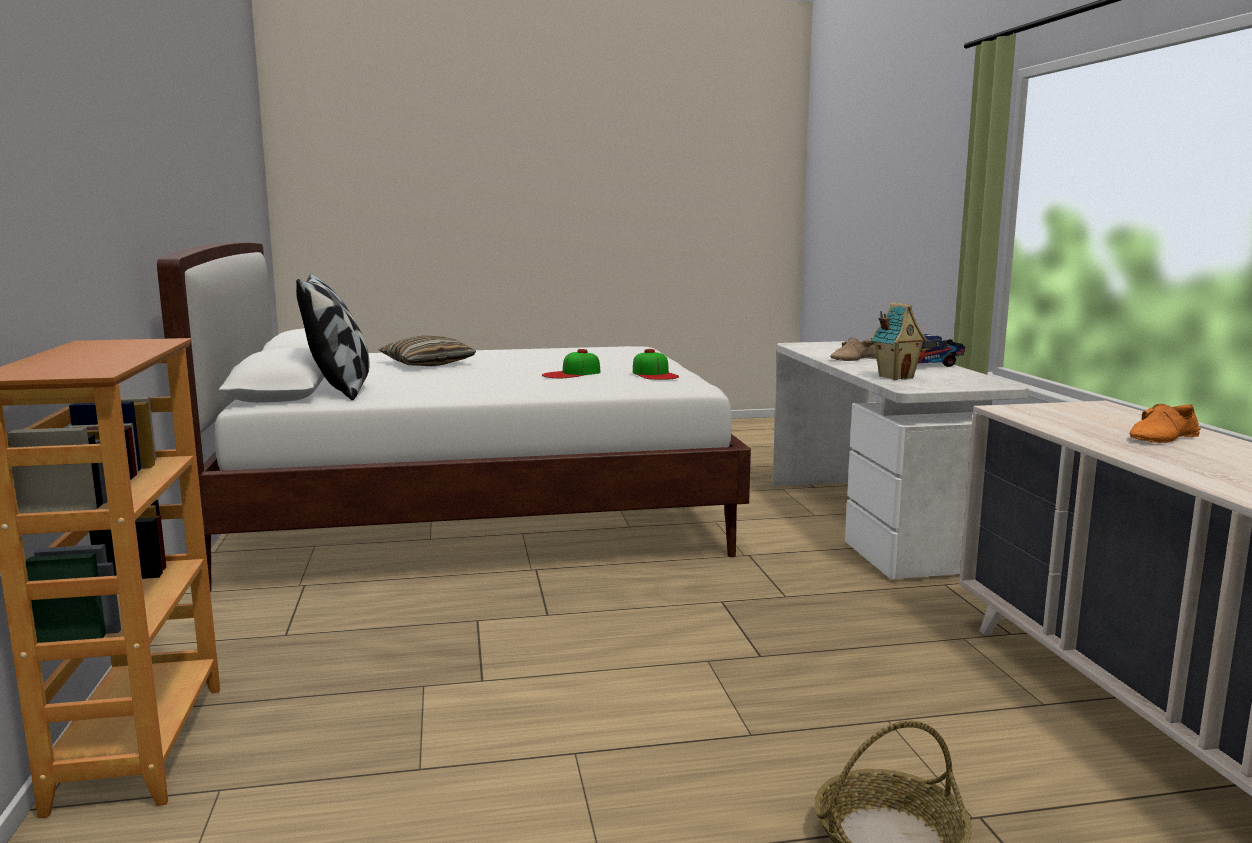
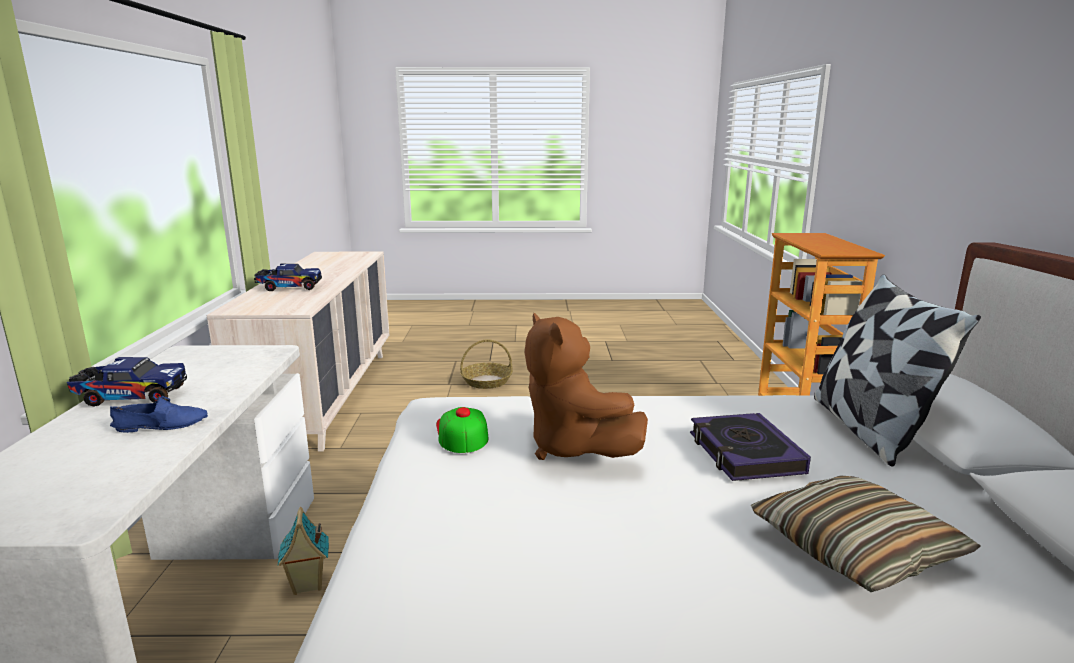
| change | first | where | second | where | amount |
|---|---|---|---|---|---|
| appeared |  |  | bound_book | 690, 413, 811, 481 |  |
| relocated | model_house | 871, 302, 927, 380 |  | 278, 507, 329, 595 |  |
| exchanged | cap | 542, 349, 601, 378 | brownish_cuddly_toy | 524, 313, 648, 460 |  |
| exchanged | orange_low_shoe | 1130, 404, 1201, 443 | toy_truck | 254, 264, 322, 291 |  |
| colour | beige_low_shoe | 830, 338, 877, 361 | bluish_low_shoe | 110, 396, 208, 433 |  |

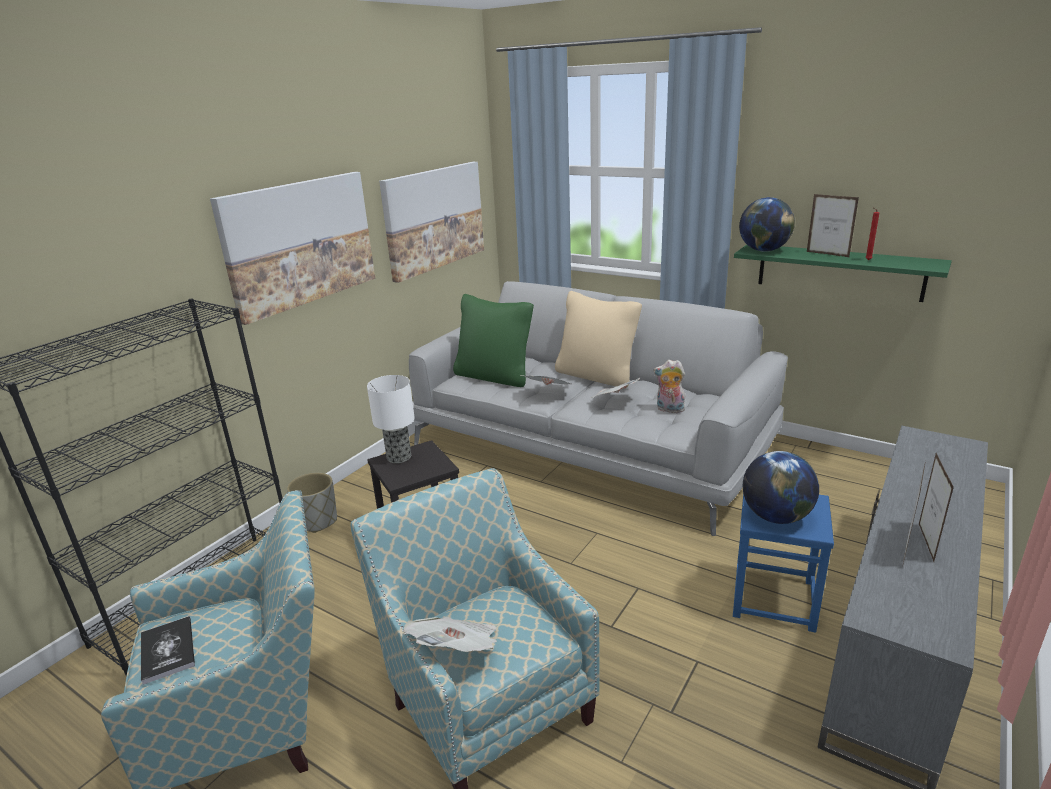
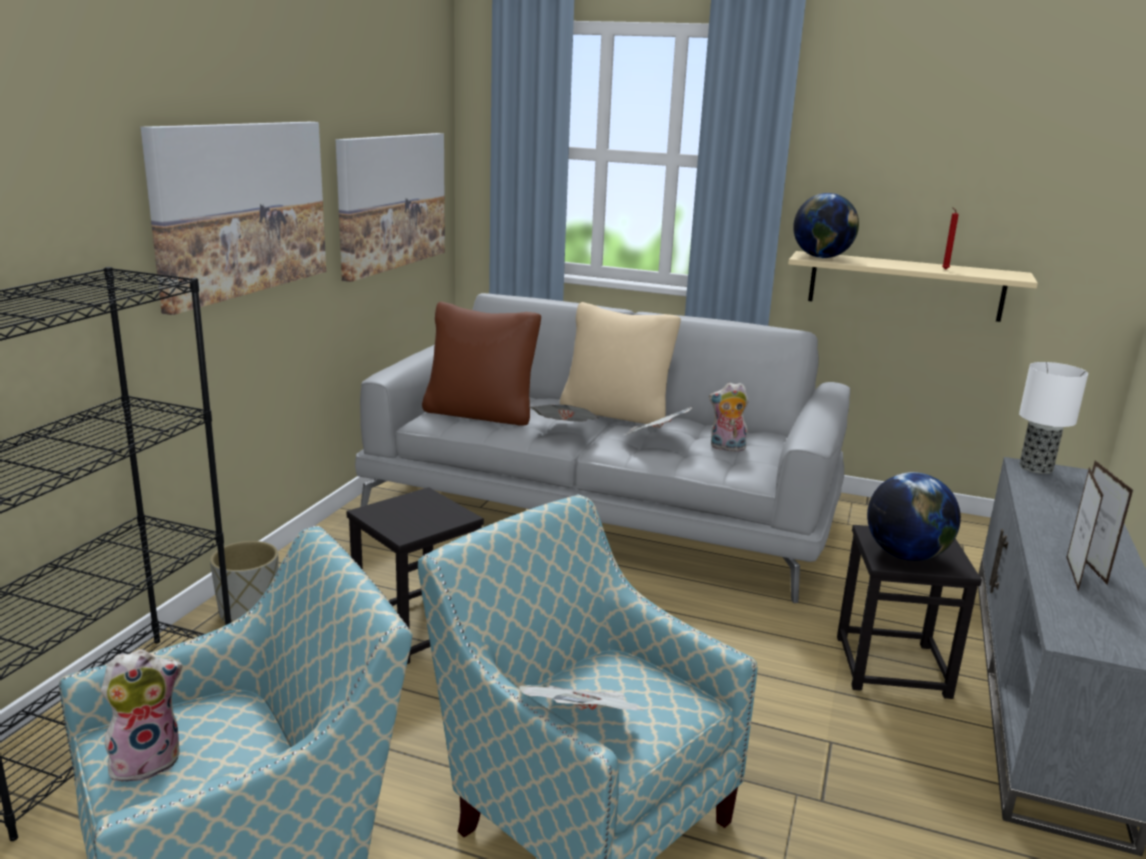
| change | first | where | second | where | amount |
|---|---|---|---|---|---|
| missing | picture_frame | 807, 194, 859, 258 |  |  |  |
| relocated | tabletop_lamp | 367, 375, 415, 463 |  | 1019, 362, 1088, 474 |  |
| exchanged | bound_book | 141, 616, 195, 685 | cuddly_toy | 100, 649, 183, 782 |  |
| colour | greenish_pillow | 453, 294, 534, 387 | brownish_pillow | 422, 302, 541, 426 |  |
| colour | bluish_sitting_stool | 733, 494, 834, 633 | black_sitting_stool | 837, 525, 982, 699 |  |
| colour | greenish_shelf | 734, 245, 952, 302 | beige_shelf | 788, 251, 1038, 322 |  |

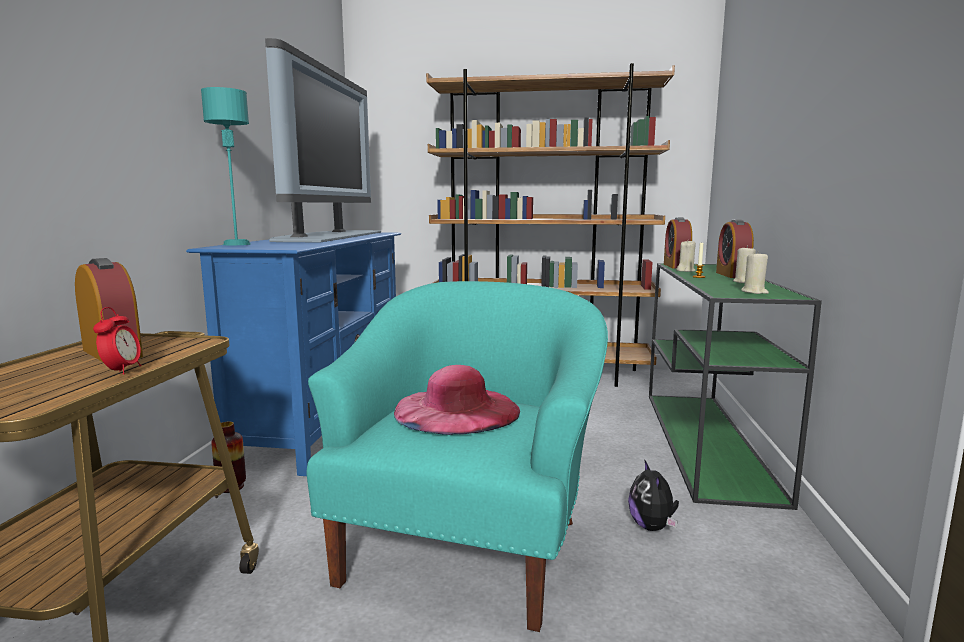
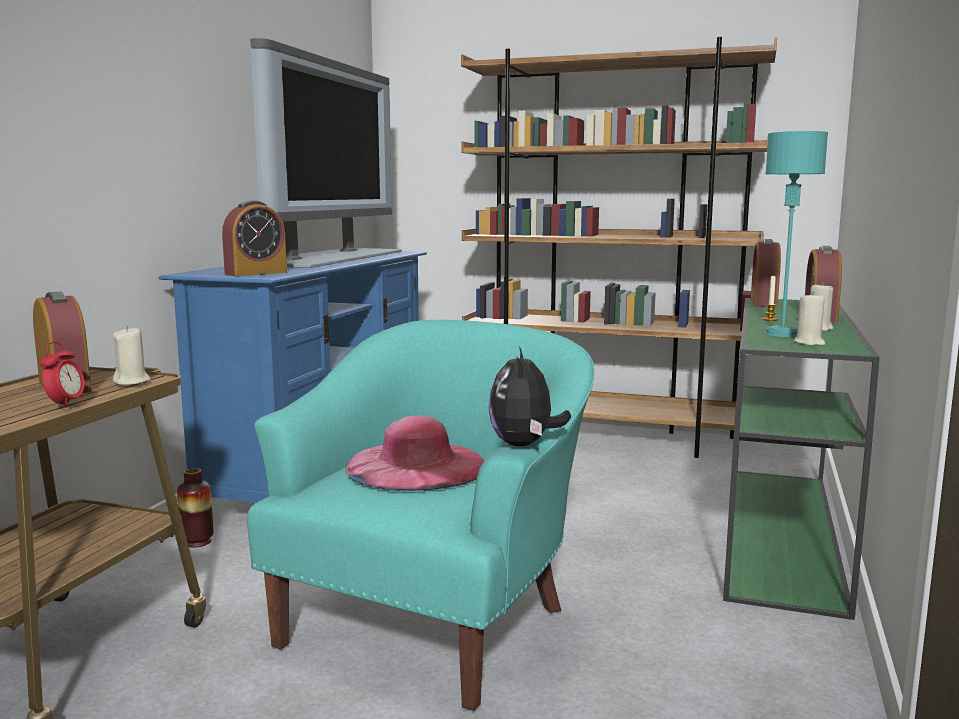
| change | first | where | second | where | amount |
|---|---|---|---|---|---|
| appeared |  |  | bedside_clock | 222, 201, 287, 276 |  |
| relocated | turquoise-coloured_tabletop_lamp | 201, 87, 251, 245 |  | 764, 131, 828, 337 |  |
| relocated | cuddly_toy | 628, 459, 679, 531 |  | 489, 346, 571, 446 |  |
| relocated | beige_wax_light | 676, 240, 696, 272 |  | 113, 326, 151, 385 |  |

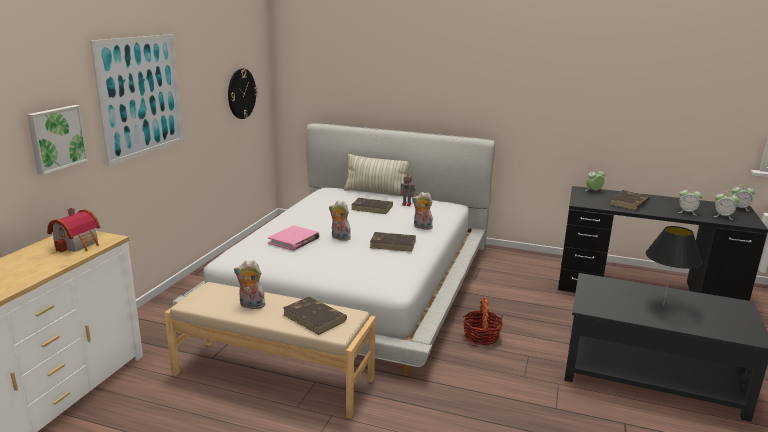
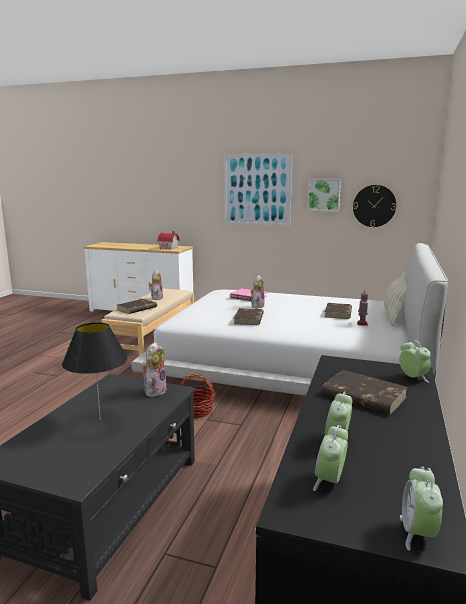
| change | first | where | second | where | amount |
|---|---|---|---|---|---|
| relocated | wall_picture | 27, 105, 88, 175 |  | 307, 179, 341, 211 |  |
| relocated | cuddly_toy | 412, 192, 433, 230 |  | 143, 342, 167, 397 |  |

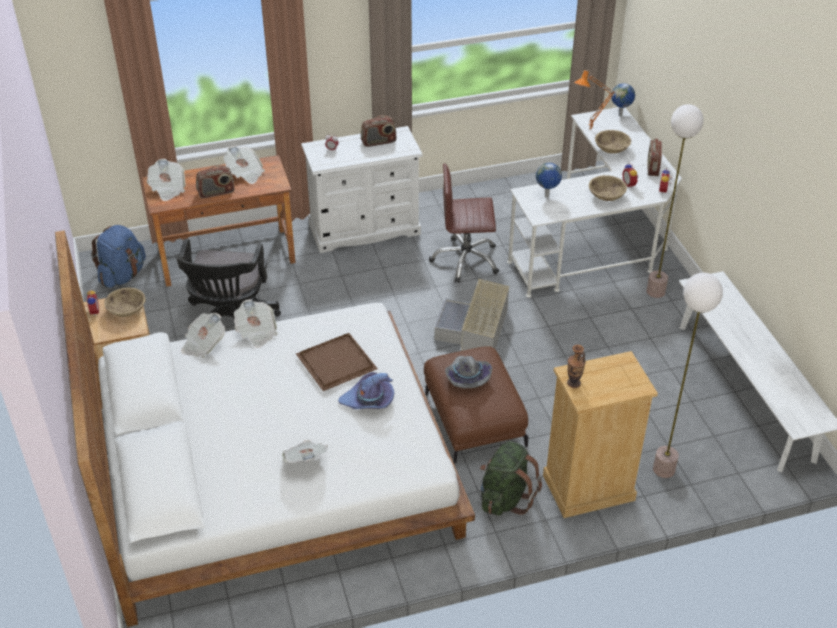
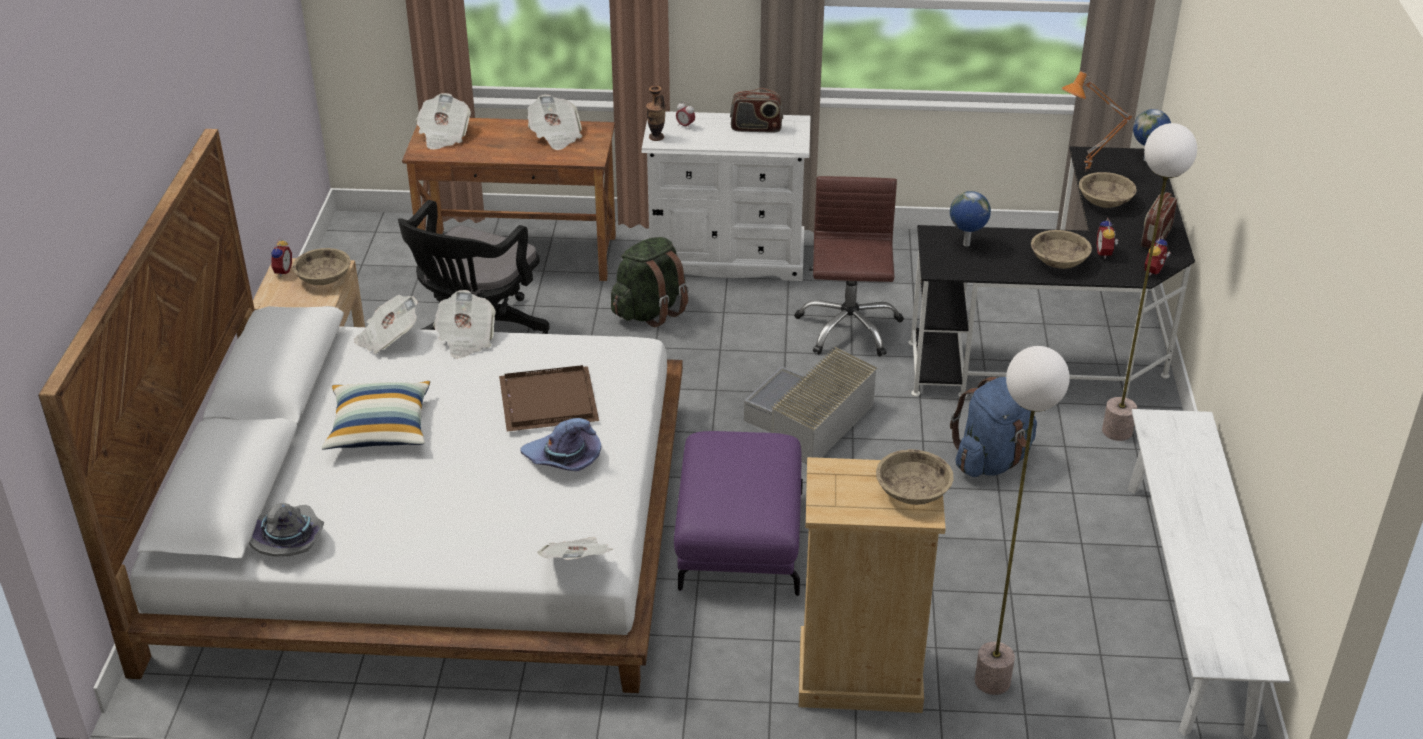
| change | first | where | second | where | amount |
|---|---|---|---|---|---|
| missing | radio_receiver | 196, 165, 234, 198 |  |  |  |
| appeared |  |  | pillow | 322, 381, 430, 450 |  |
| appeared |  |  | beige_serving_bowl | 876, 449, 954, 505 |  |
| relocated | bluish_knapsack | 91, 225, 146, 288 |  | 950, 377, 1037, 477 |  |
| relocated | daily_paper | 282, 440, 328, 463 |  | 537, 537, 613, 560 |  |
| relocated | gray_hat | 445, 356, 493, 388 |  | 249, 503, 324, 556 |  |
| relocated | greenish_knapsack | 480, 441, 542, 516 |  | 611, 237, 689, 327 |  |
| relocated | decorative_vase | 567, 345, 586, 388 |  | 646, 86, 666, 141 |  |
| colour | brownish_pouffe | 424, 346, 528, 464 | purplish_pouffe | 674, 431, 803, 596 |  |
| colour | whitish_desk_unit | 507, 107, 682, 298 | black_desk_unit | 908, 146, 1195, 398 |  |
| spun | brownish_office_chair | 429, 163, 499, 283 |  | 794, 176, 904, 357 | 75 degrees clockwise |

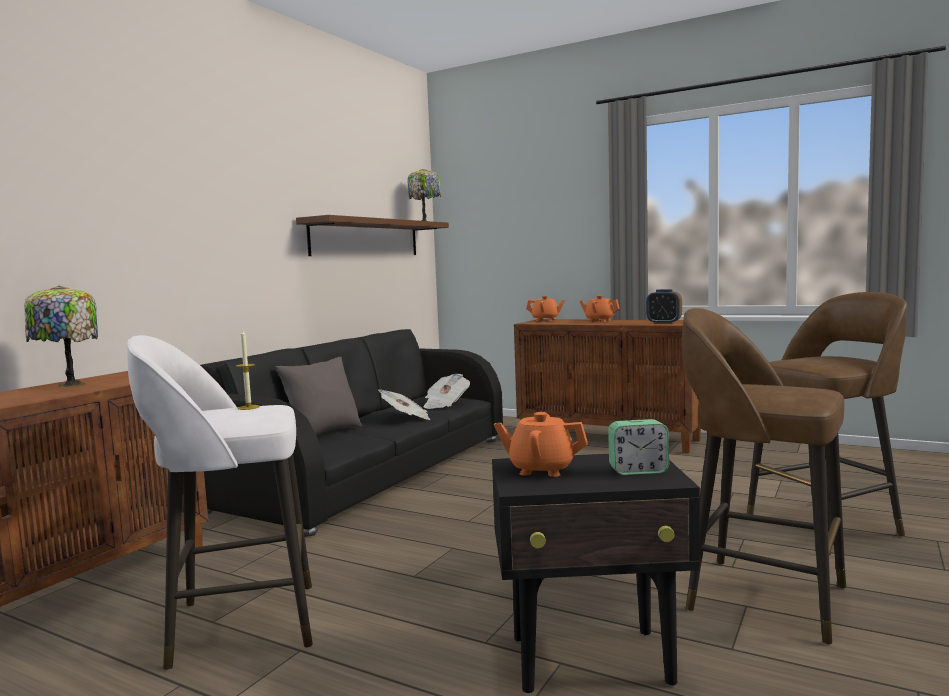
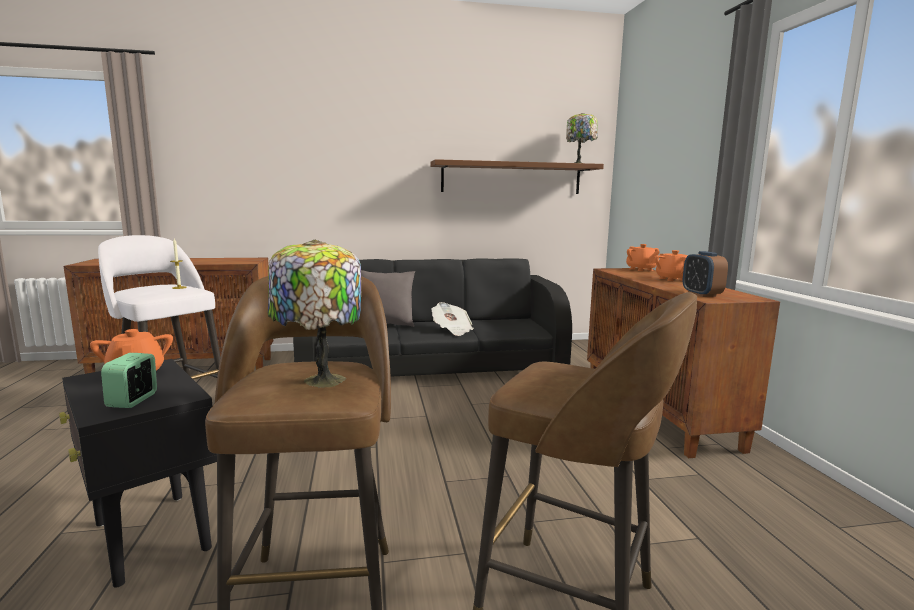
| change | first | where | second | where | amount |
|---|---|---|---|---|---|
| missing | daily_paper | 424, 374, 470, 409 |  |  |  |
| relocated | tabletop_lamp | 24, 286, 98, 387 |  | 268, 240, 361, 388 |  |
| spun | bedside_clock | 608, 419, 669, 475 |  | 101, 353, 157, 408 | 45 degrees clockwise |

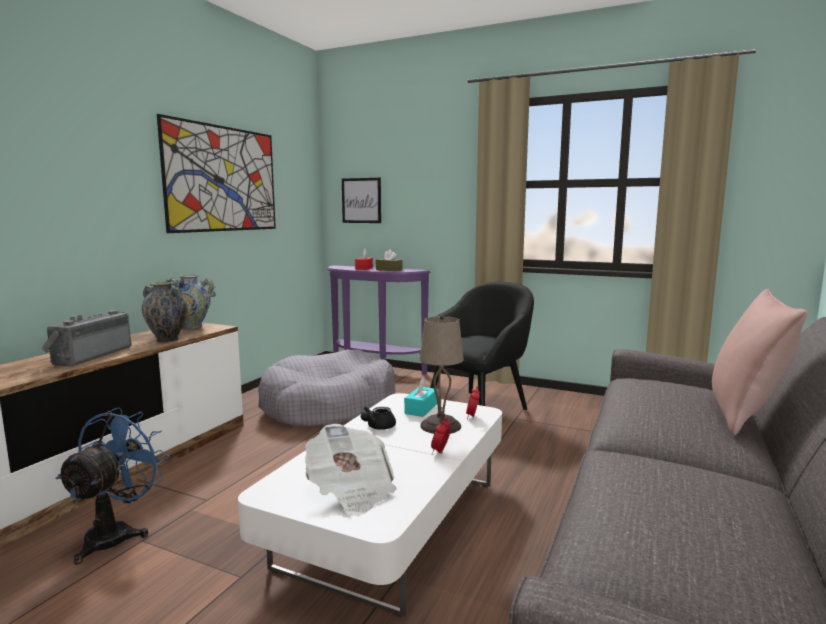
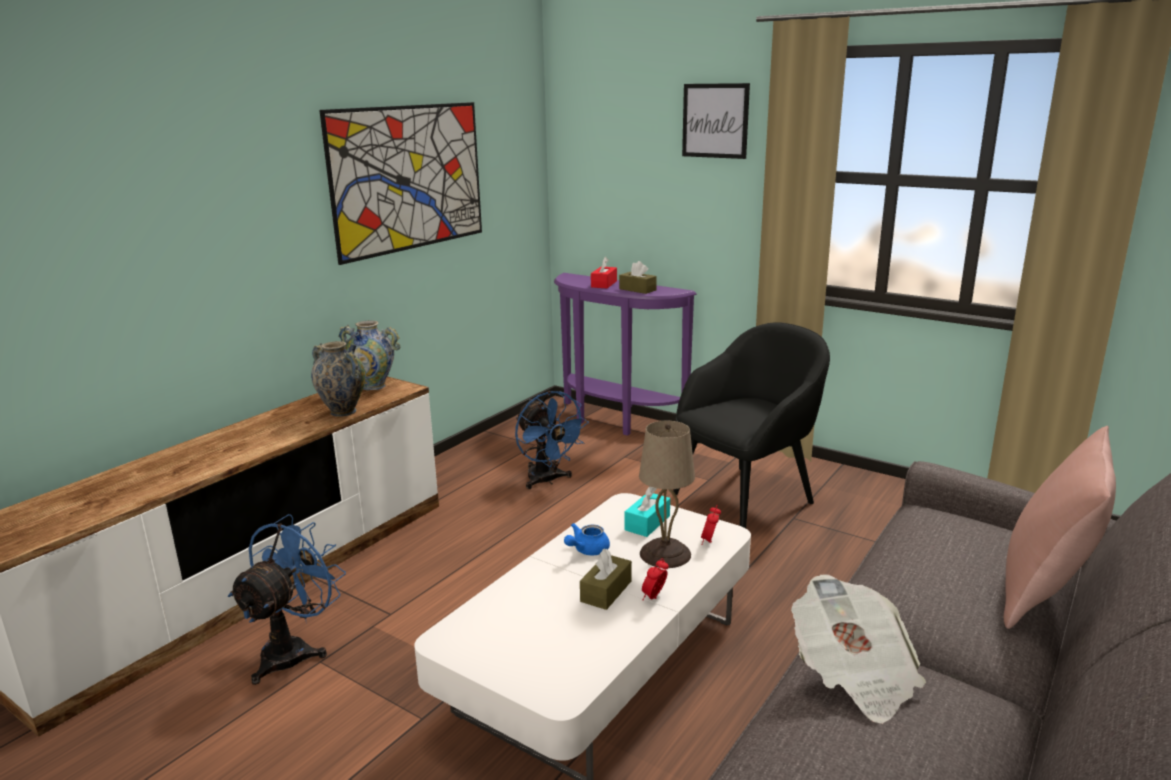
| change | first | where | second | where | amount |
|---|---|---|---|---|---|
| missing | radio_receiver | 42, 310, 131, 367 |  |  |  |
| appeared |  |  | brownish_tissue_holder | 580, 549, 632, 610 |  |
| relocated | daily_paper | 305, 424, 396, 516 |  | 791, 574, 926, 724 |  |
| relocated | wall_picture | 342, 178, 381, 223 |  | 682, 83, 750, 159 |  |
| exchanged | gray_dog_bed | 258, 349, 396, 427 | bluish_fan | 515, 391, 589, 489 |  |
| colour | black_tea_pot | 360, 407, 396, 430 | bluish_tea_pot | 564, 523, 610, 555 |  |

